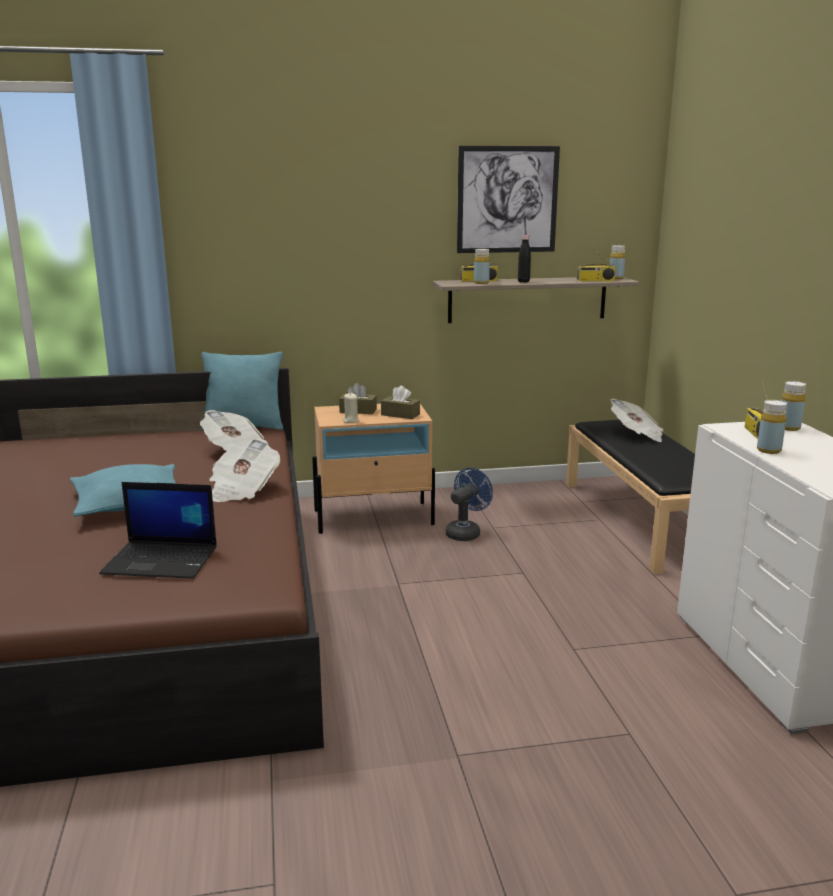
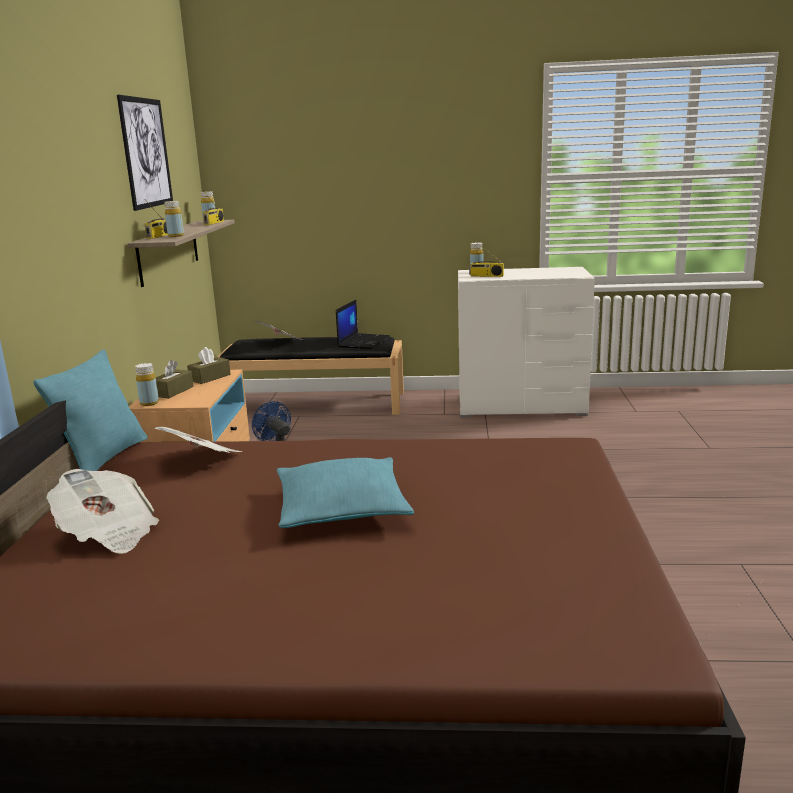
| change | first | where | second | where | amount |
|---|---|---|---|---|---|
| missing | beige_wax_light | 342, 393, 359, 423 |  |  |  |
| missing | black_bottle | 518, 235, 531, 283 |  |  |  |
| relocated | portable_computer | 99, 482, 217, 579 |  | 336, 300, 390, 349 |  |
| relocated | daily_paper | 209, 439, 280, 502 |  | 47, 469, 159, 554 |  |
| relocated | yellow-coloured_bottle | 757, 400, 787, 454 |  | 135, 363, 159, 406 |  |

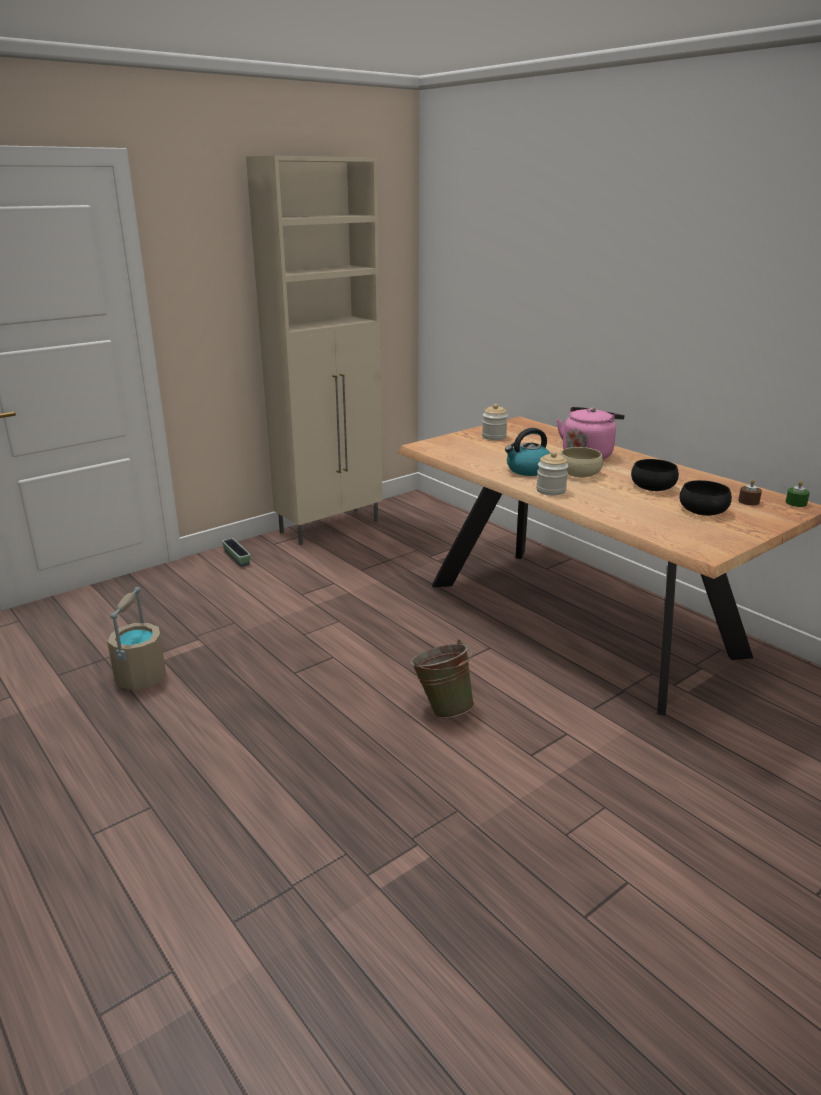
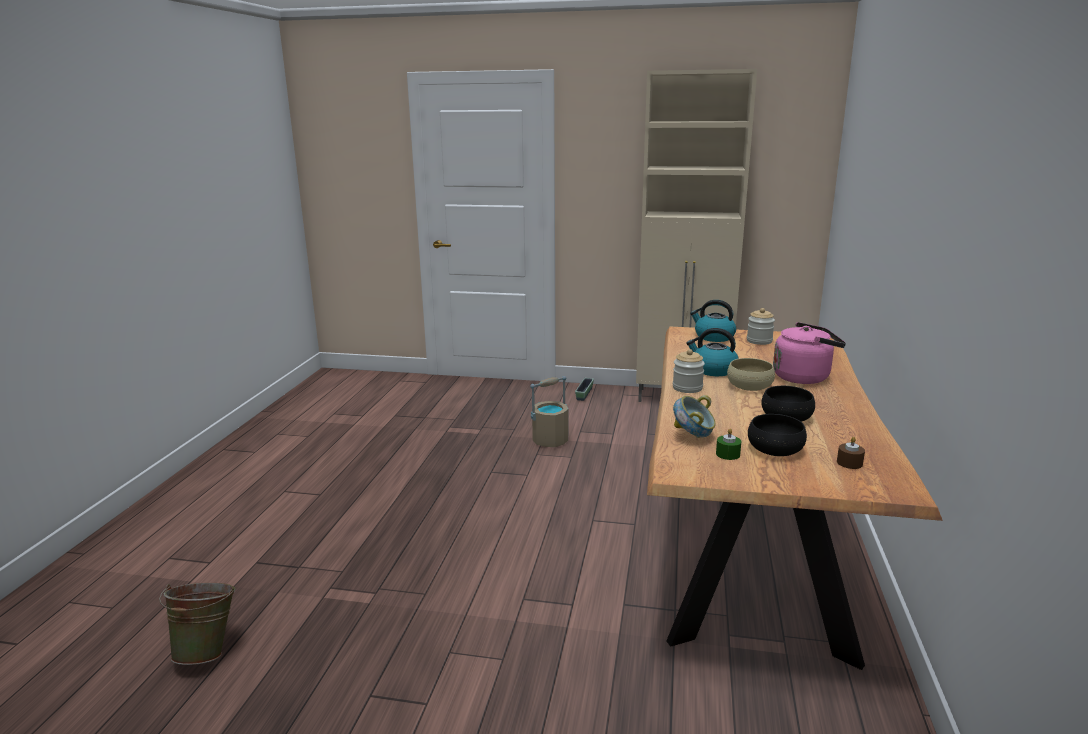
| change | first | where | second | where | amount |
|---|---|---|---|---|---|
| appeared |  |  | serving_bowl | 673, 395, 715, 438 |  |
| appeared |  |  | water_kettle | 690, 300, 736, 342 |  |
| relocated | beige_pail | 107, 587, 166, 690 |  | 530, 376, 568, 447 |  |
| relocated | greenish_pail | 410, 640, 474, 718 |  | 159, 583, 235, 665 |  |
| relocated | greenish_wax_light | 785, 481, 810, 507 |  | 716, 429, 741, 460 |  |

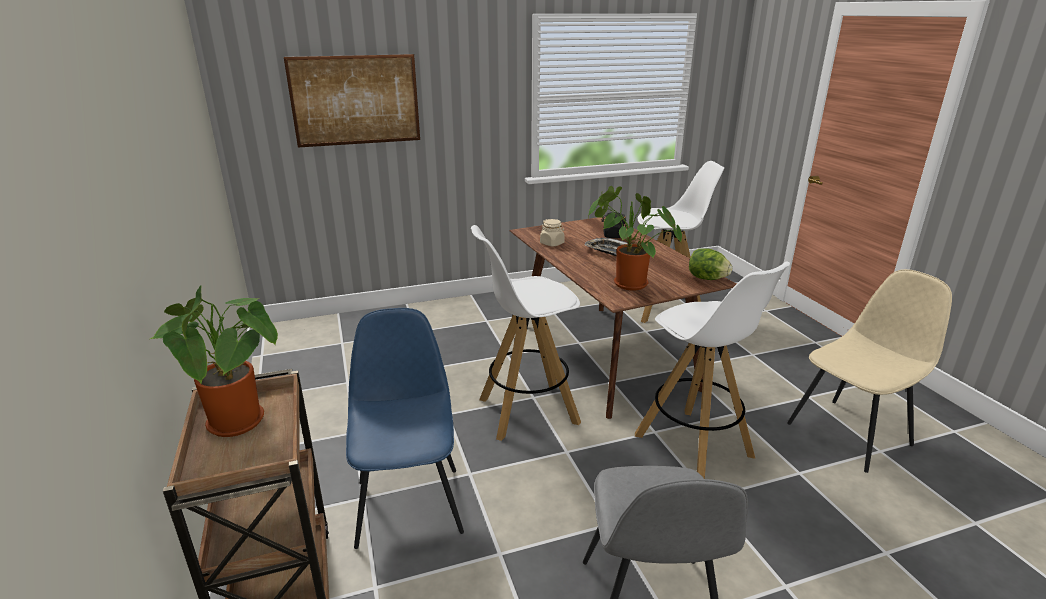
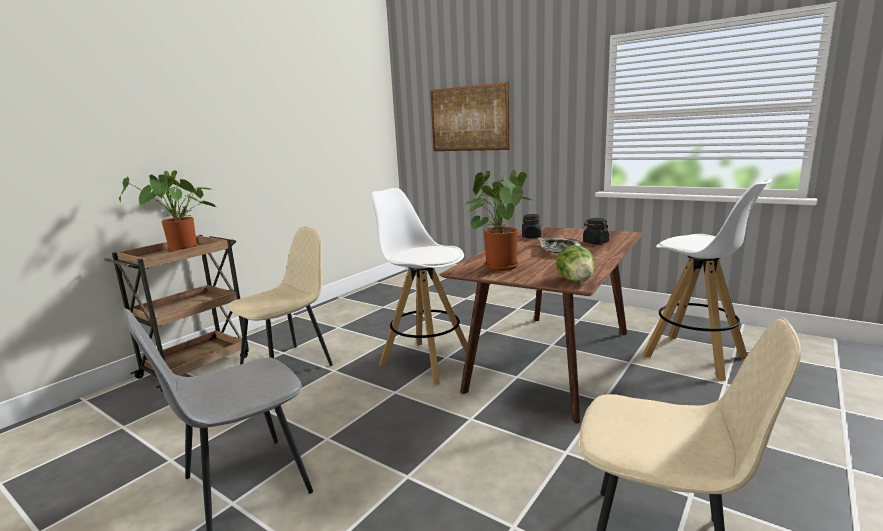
| change | first | where | second | where | amount |
|---|---|---|---|---|---|
| missing | whitish_sitting_stool | 635, 262, 790, 479 |  |  |  |
| colour | bluish_chair | 346, 308, 464, 549 | beige_chair | 228, 227, 333, 366 |  |
| colour | beige_storage_jar | 540, 219, 565, 246 | black_storage_jar | 522, 214, 541, 238 |  |

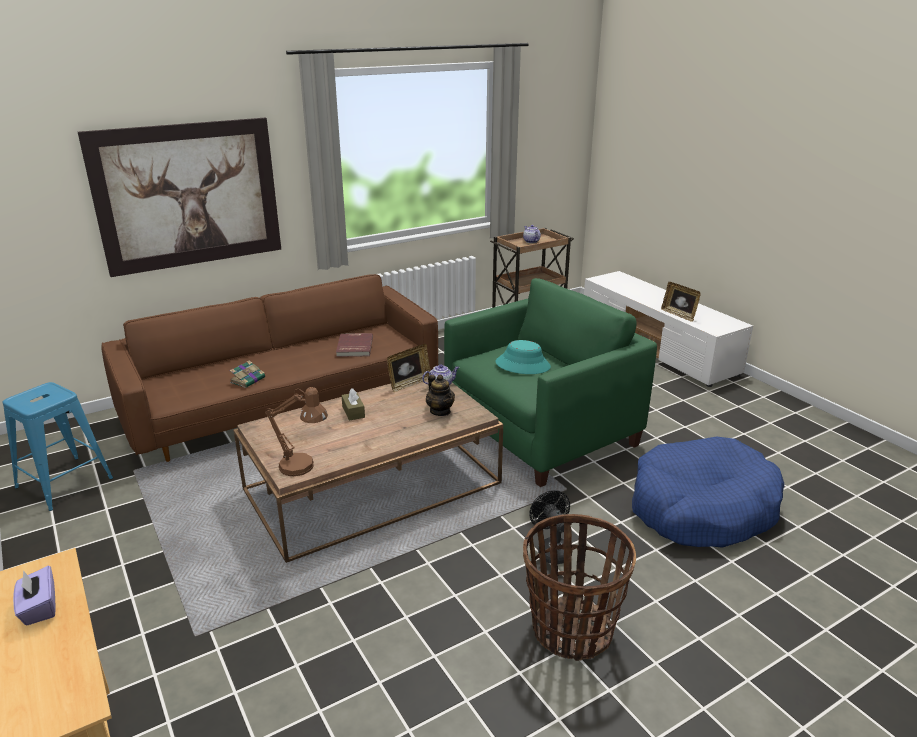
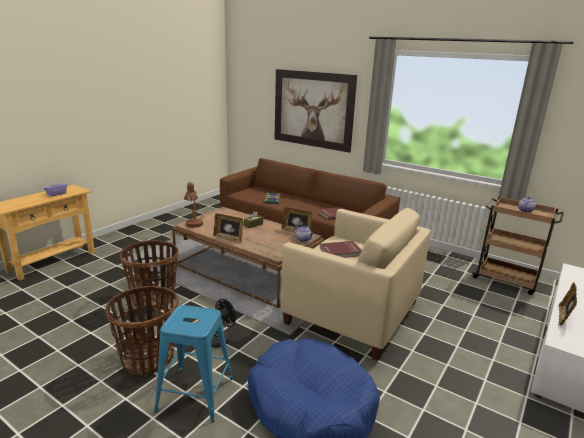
| change | first | where | second | where | amount |
|---|---|---|---|---|---|
| missing | tea_pot | 426, 375, 455, 416 |  |  |  |
| appeared |  |  | storage_basket | 120, 240, 179, 307 |  |
| appeared |  |  | picture_frame | 213, 213, 243, 243 |  |
| relocated | bluish_sitting_stool | 2, 382, 113, 511 |  | 154, 305, 233, 422 |  |
| exchanged | turquoise-coloured_hat | 496, 340, 551, 374 | reddish_bound_book | 320, 241, 362, 258 |  |
| colour | greenish_easy_chair | 444, 278, 657, 487 | beige_easy_chair | 281, 208, 431, 361 |  |

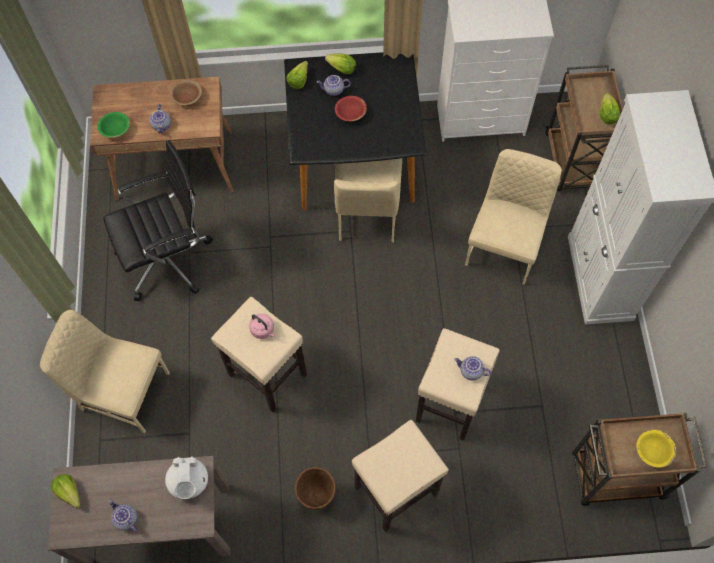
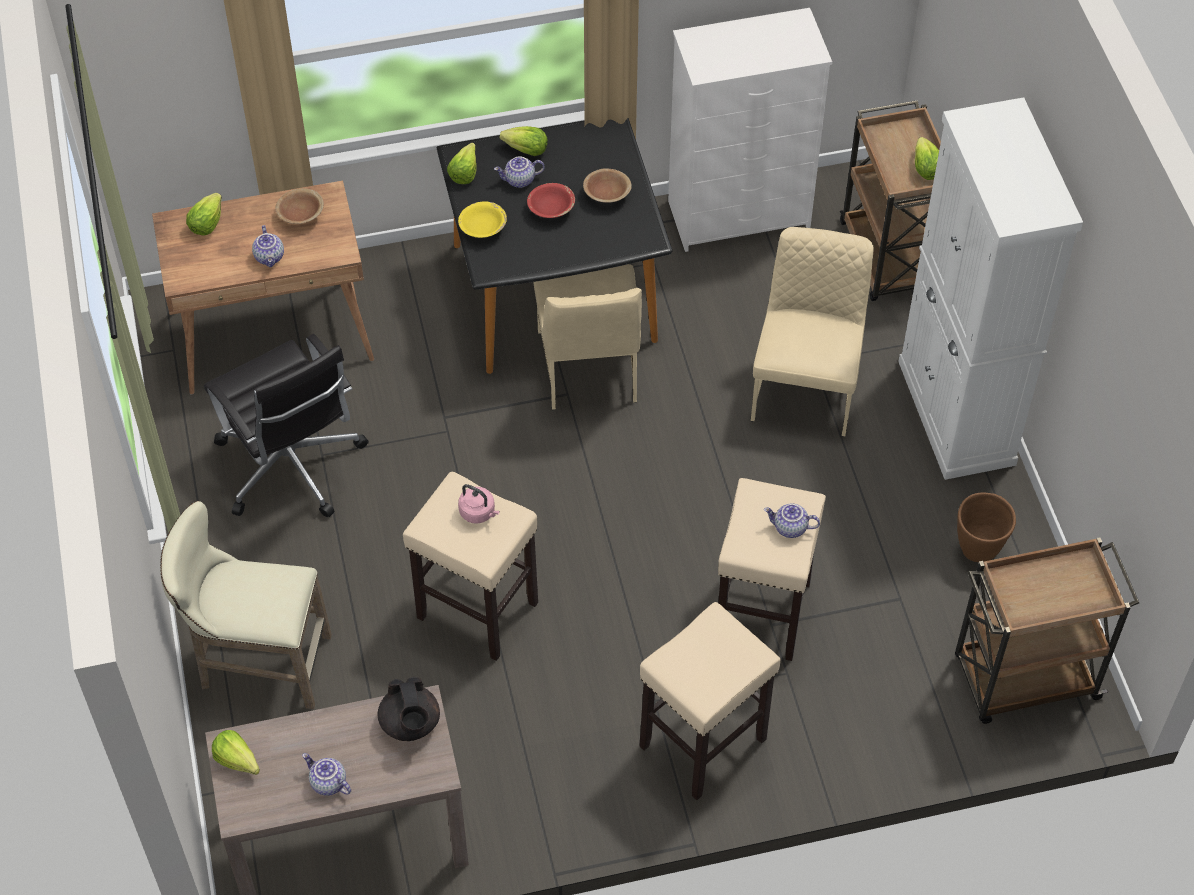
| change | first | where | second | where | amount |
|---|---|---|---|---|---|
| missing | greenish_serving_bowl | 97, 112, 130, 138 |  |  |  |
| appeared |  |  | lettuce_head | 186, 193, 222, 235 |  |
| appeared |  |  | brownish_serving_bowl | 583, 169, 632, 203 |  |
| relocated | brownish_plant_pot | 295, 467, 336, 510 |  | 957, 492, 1016, 562 |  |
| relocated | yellow-coloured_serving_bowl | 636, 430, 676, 468 |  | 458, 201, 507, 238 |  |
| exchanged | beige_chair | 40, 310, 170, 434 | beige_sitting_stool | 160, 501, 332, 709 |  |
| colour | whitish_tea_pot | 165, 456, 208, 499 | black_tea_pot | 378, 676, 440, 741 |  |
| spun | black_office_chair | 103, 140, 213, 301 |  | 204, 334, 369, 518 | 90 degrees clockwise |

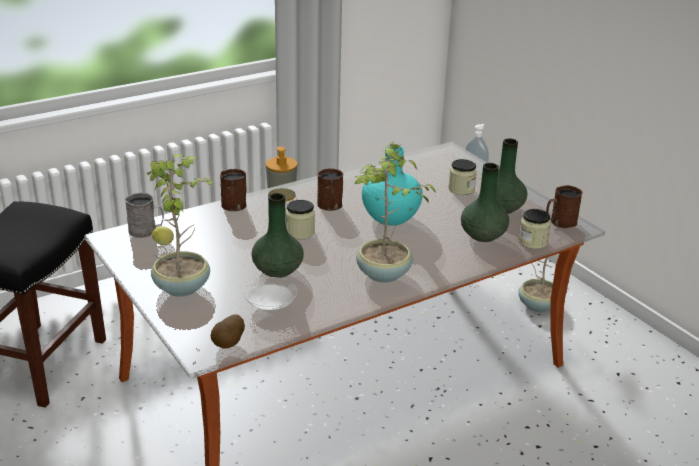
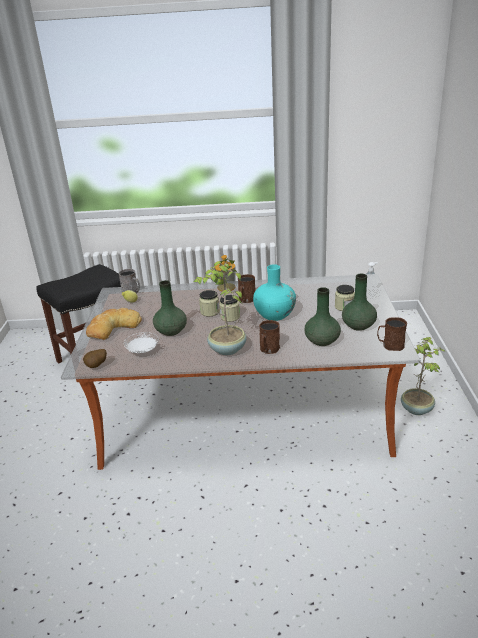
| change | first | where | second | where | amount |
|---|---|---|---|---|---|
| relocated | brownish_tea_mug | 220, 169, 246, 211 |  | 259, 320, 280, 354 |  |
| relocated | storage_jar | 518, 209, 551, 249 |  | 219, 295, 240, 322 |  |
| exchanged | houseplant | 147, 154, 212, 297 | bread | 86, 308, 142, 340 |  |

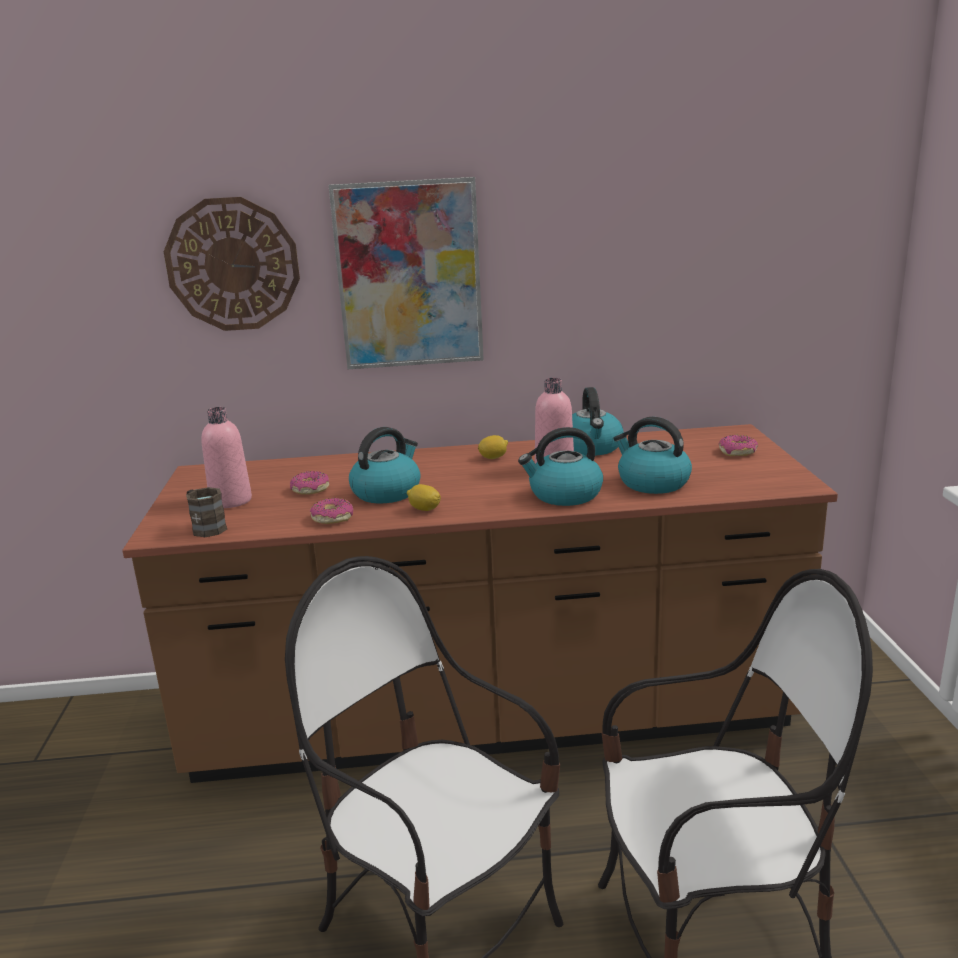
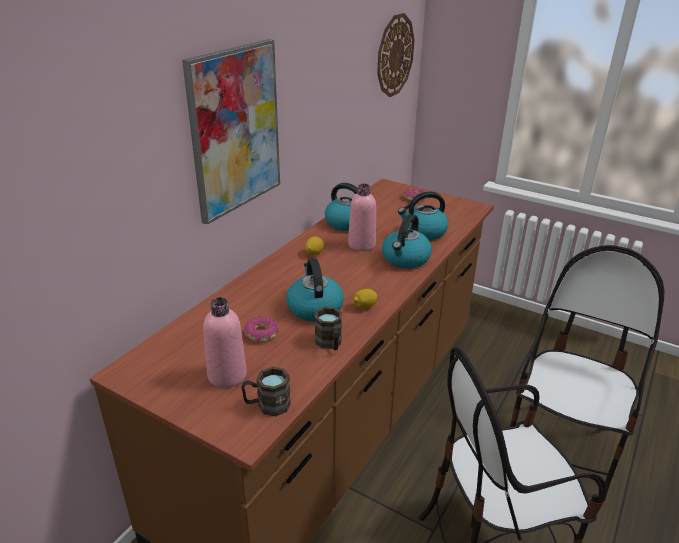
| change | first | where | second | where | amount |
|---|---|---|---|---|---|
| relocated | wall_clock | 164, 197, 300, 331 |  | 377, 13, 415, 97 |  |
| exchanged | donut | 310, 498, 353, 524 | brownish_tea_mug | 315, 307, 342, 350 |  |

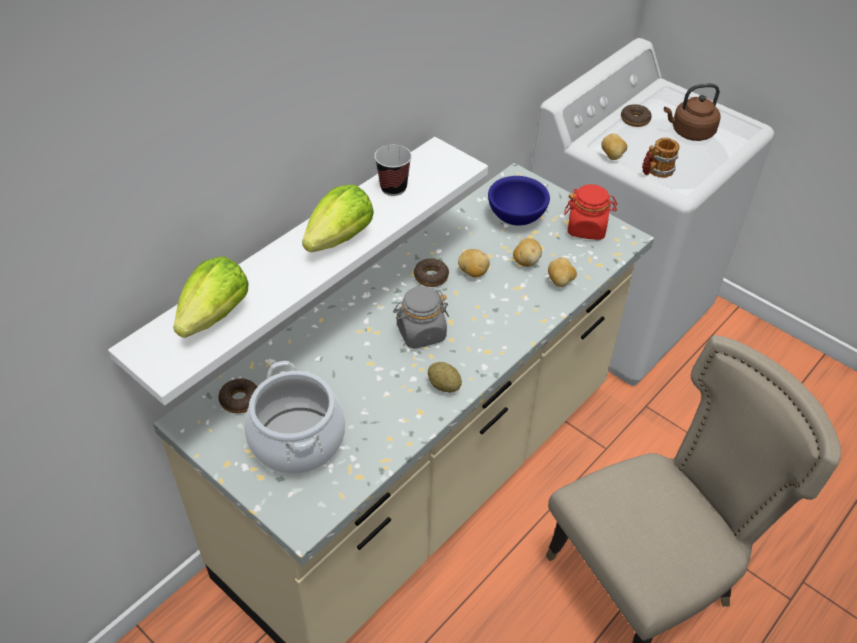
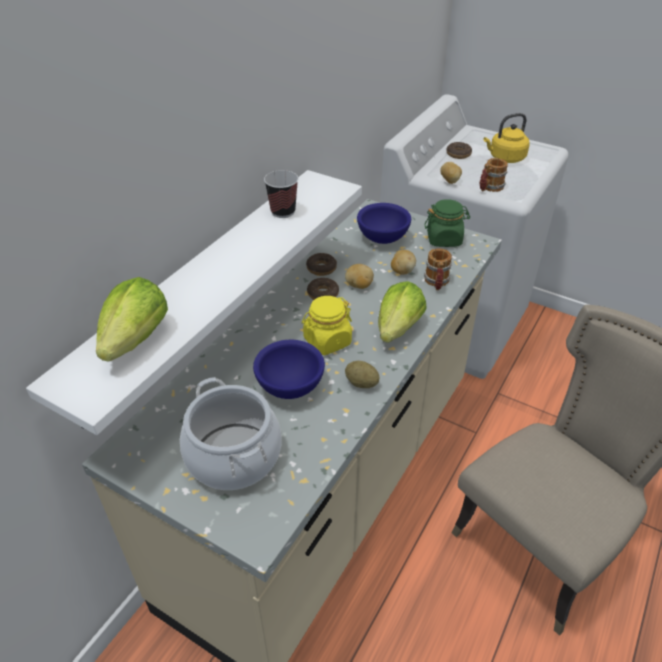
| change | first | where | second | where | amount |
|---|---|---|---|---|---|
| appeared |  |  | bluish_serving_bowl | 253, 340, 325, 399 |  |
| relocated | donut | 219, 379, 257, 413 |  | 306, 253, 337, 276 |  |
| relocated | lettuce_head | 302, 185, 374, 252 |  | 378, 281, 427, 343 |  |
| exchanged | whole_potato | 548, 257, 577, 287 | tea_mug | 424, 248, 452, 290 |  |
| colour | gray_storage_jar | 393, 286, 449, 349 | yellow-coloured_storage_jar | 302, 296, 352, 355 |  |
| colour | reddish_storage_jar | 564, 184, 617, 240 | greenish_storage_jar | 424, 199, 470, 247 |  |
| colour | brownish_water_kettle | 664, 83, 721, 141 | yellow-coloured_water_kettle | 484, 113, 530, 163 |  |

